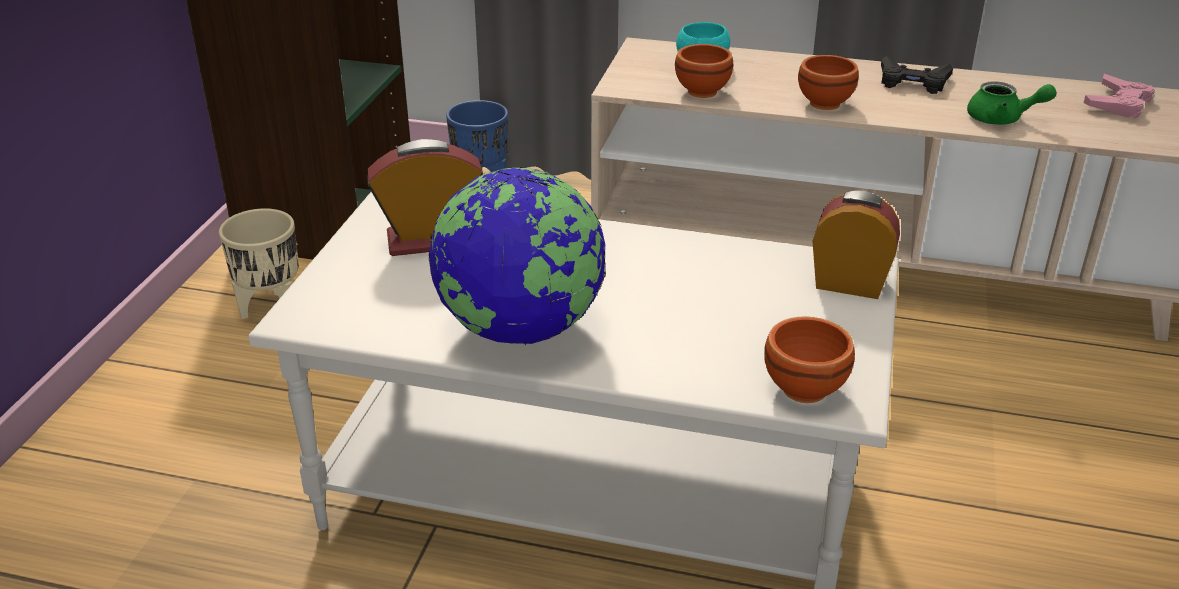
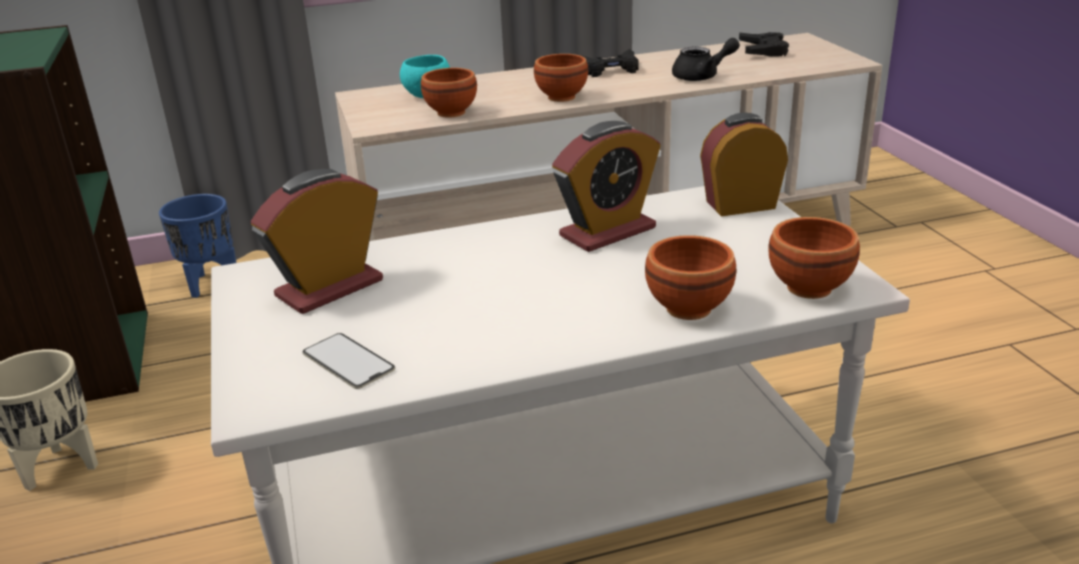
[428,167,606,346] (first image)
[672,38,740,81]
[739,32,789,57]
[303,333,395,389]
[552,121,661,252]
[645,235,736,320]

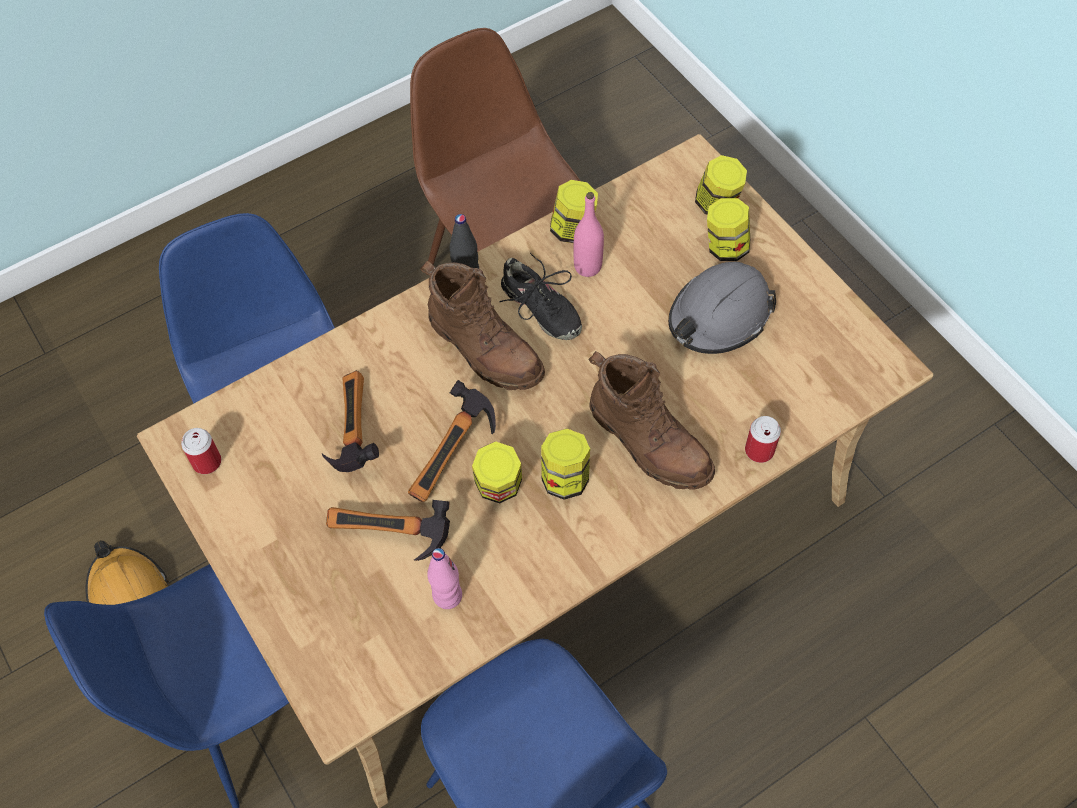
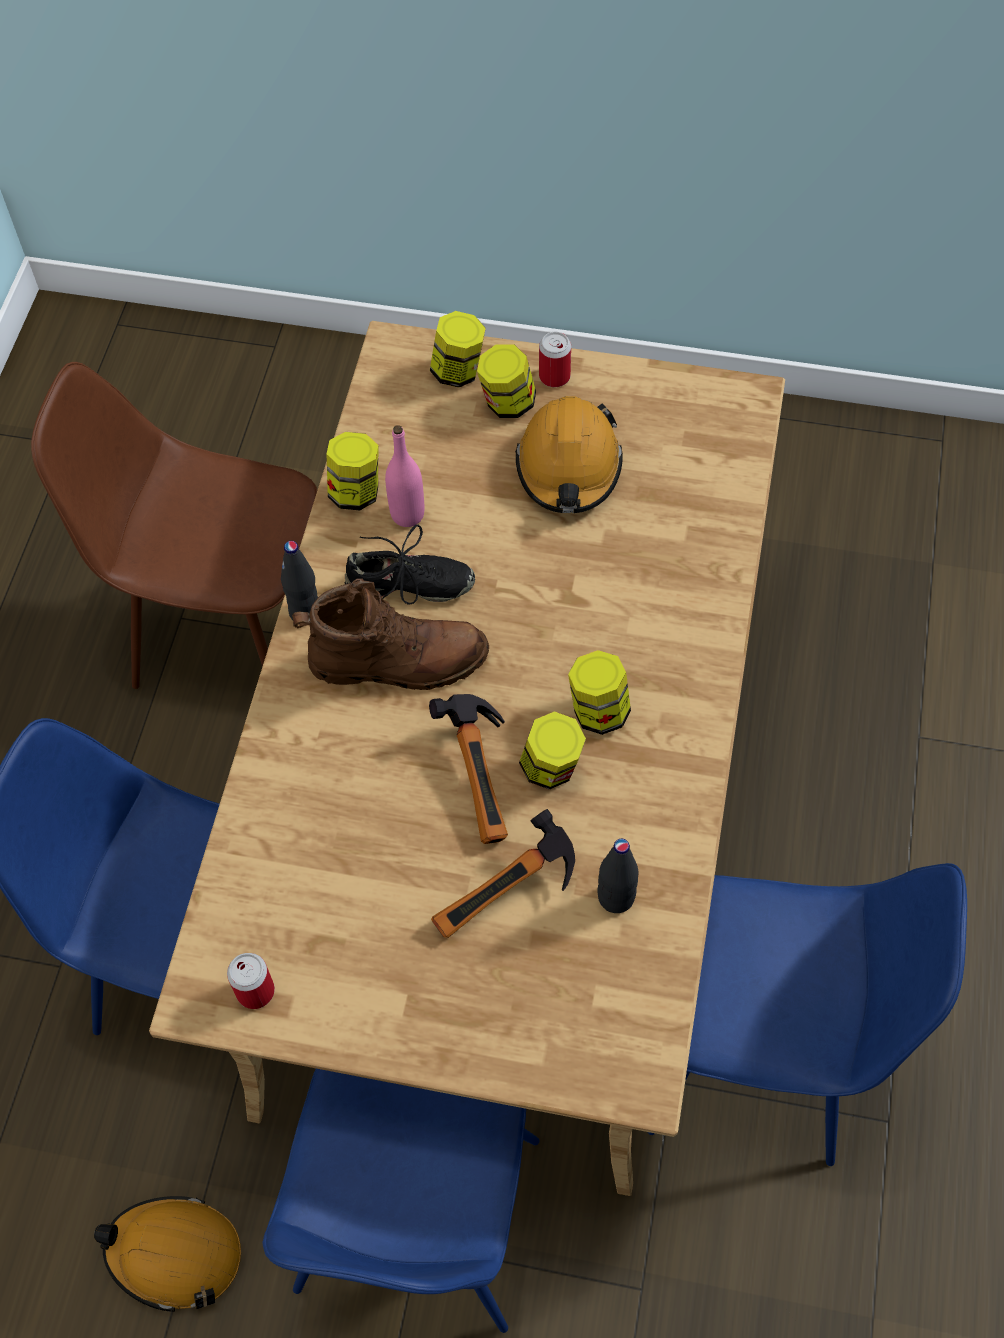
[322,371,379,472] (first image)
[598,839,639,913]
[588,351,715,490] (first image)
[515,396,623,513]
[539,332,571,387]

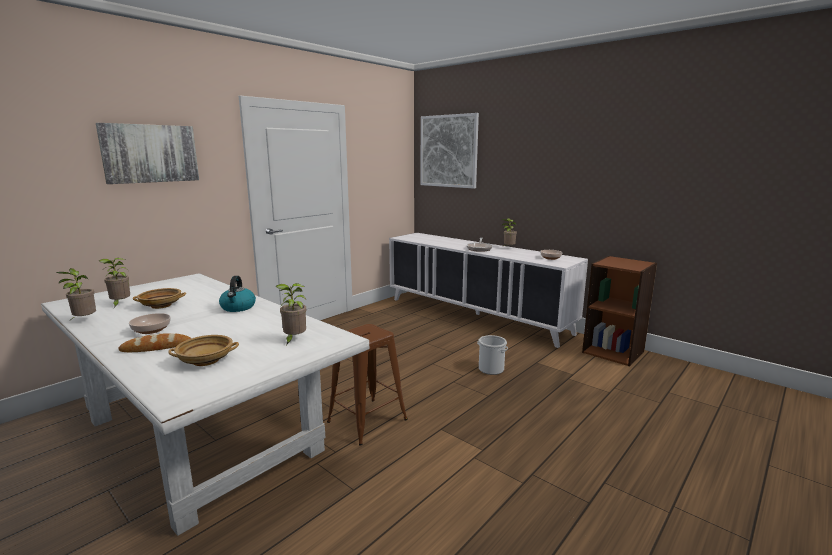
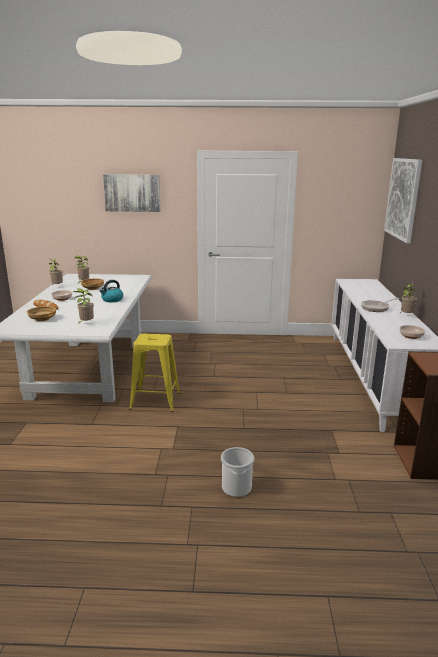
[129,333,180,412]
[221,447,254,497]

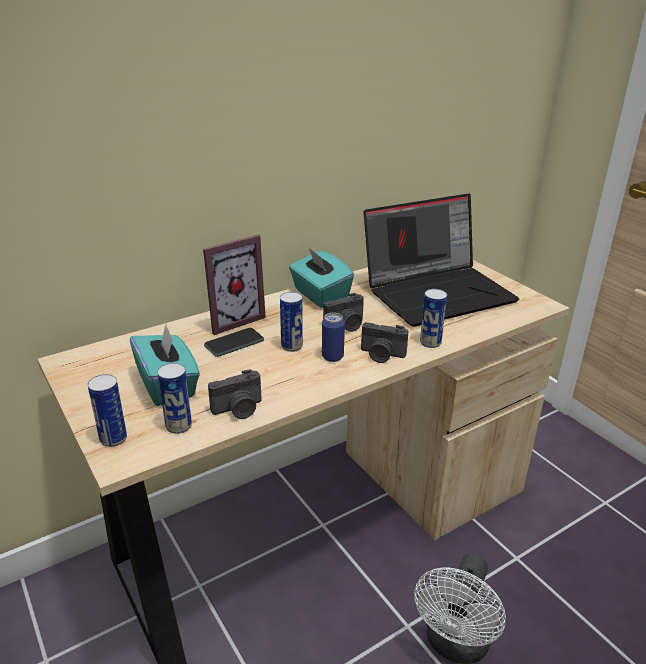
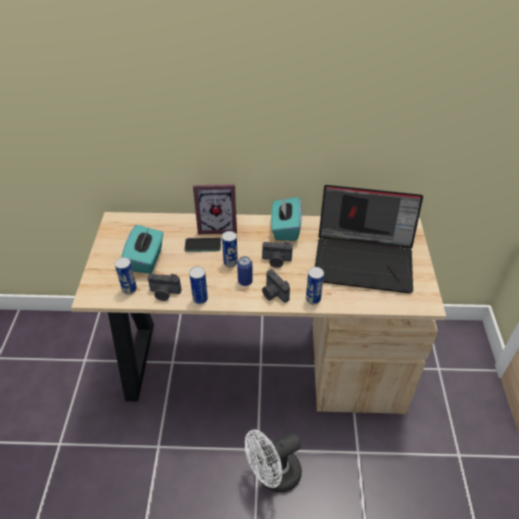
[189,267,208,304]

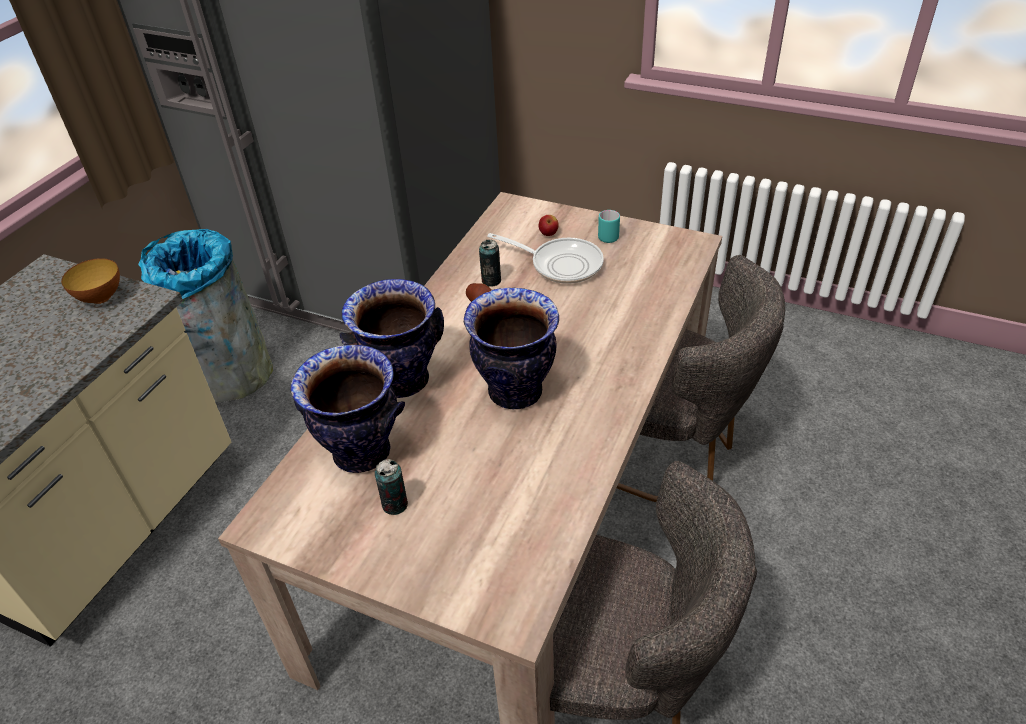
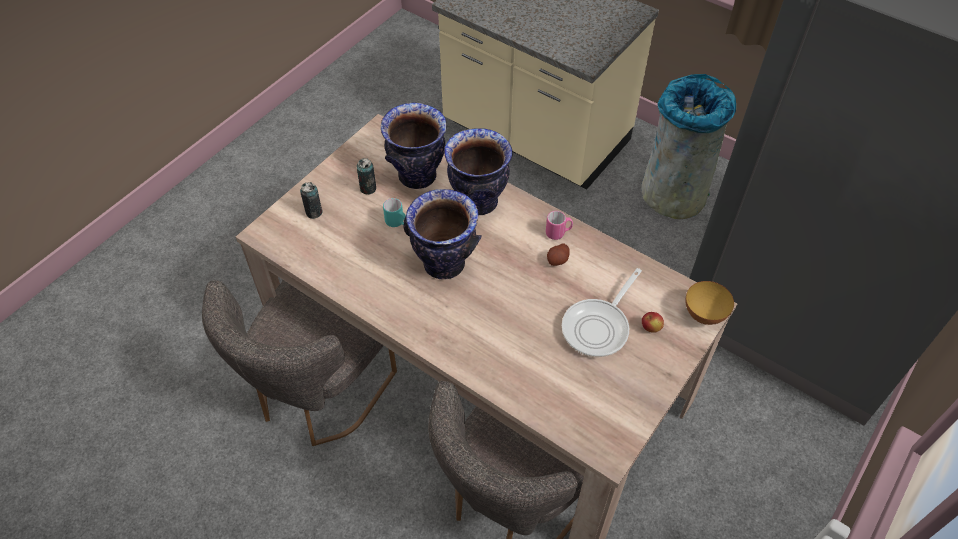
[685,281,734,325]
[300,182,322,219]
[383,198,406,227]
[546,211,573,240]

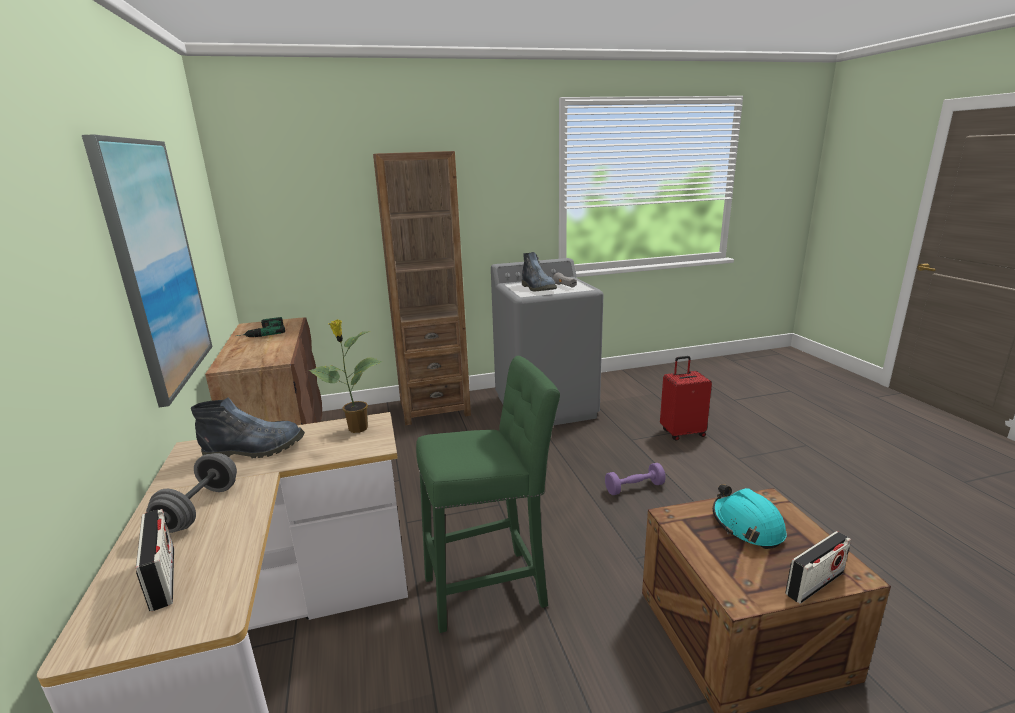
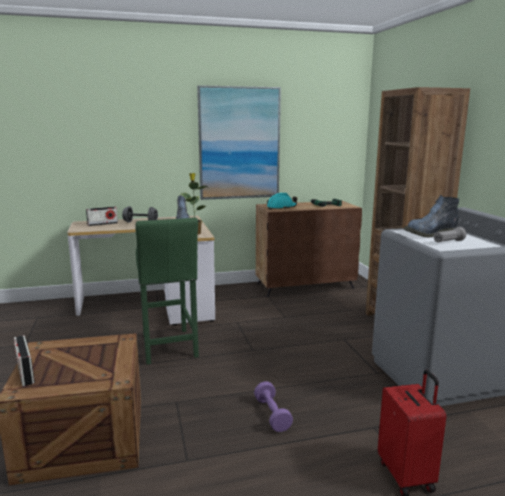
[267,193,298,210]

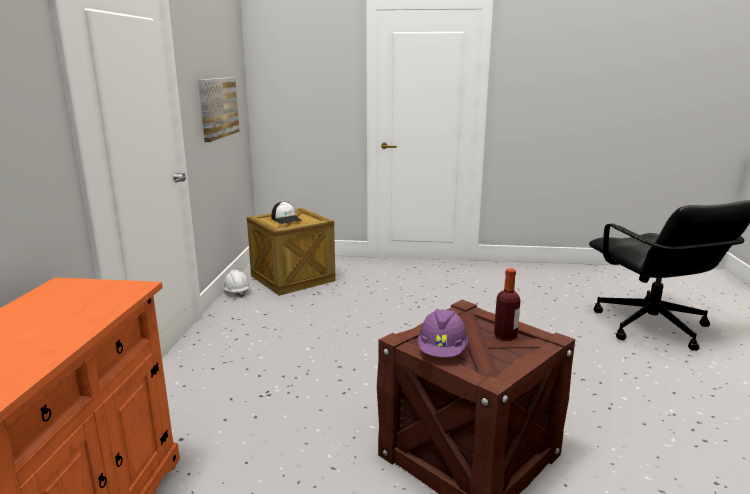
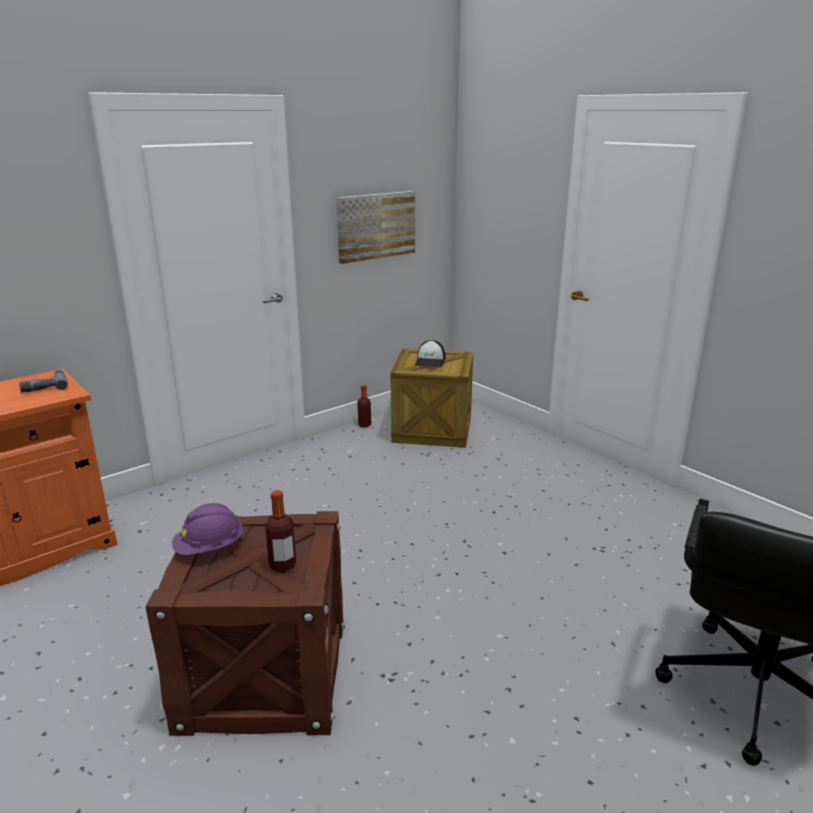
[358,385,371,427]
[19,370,68,393]

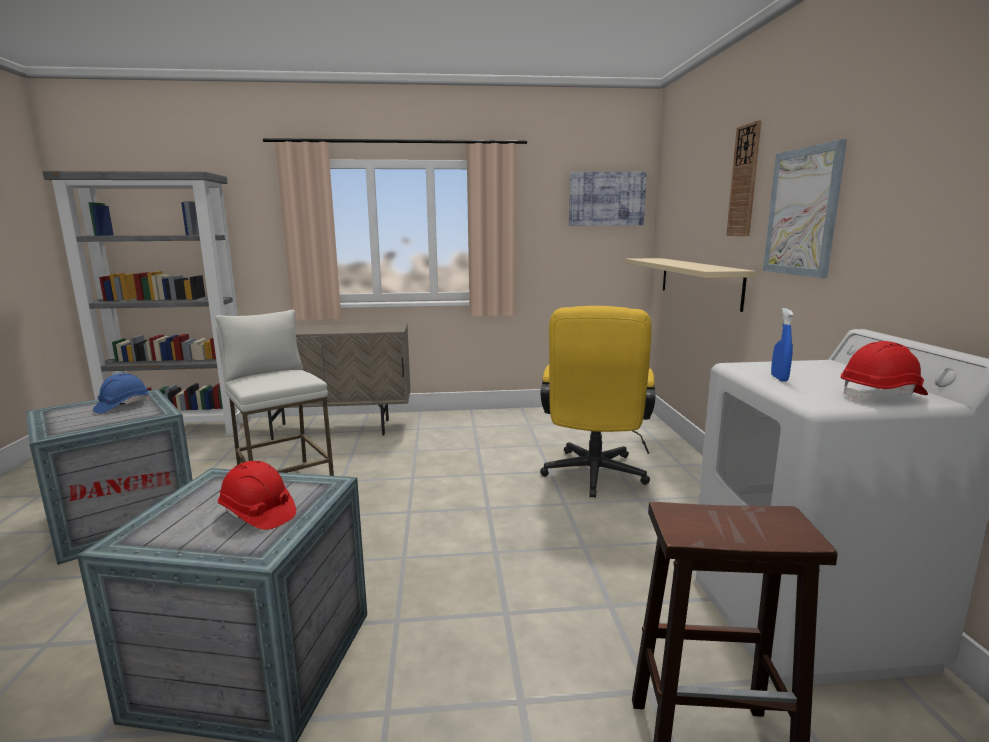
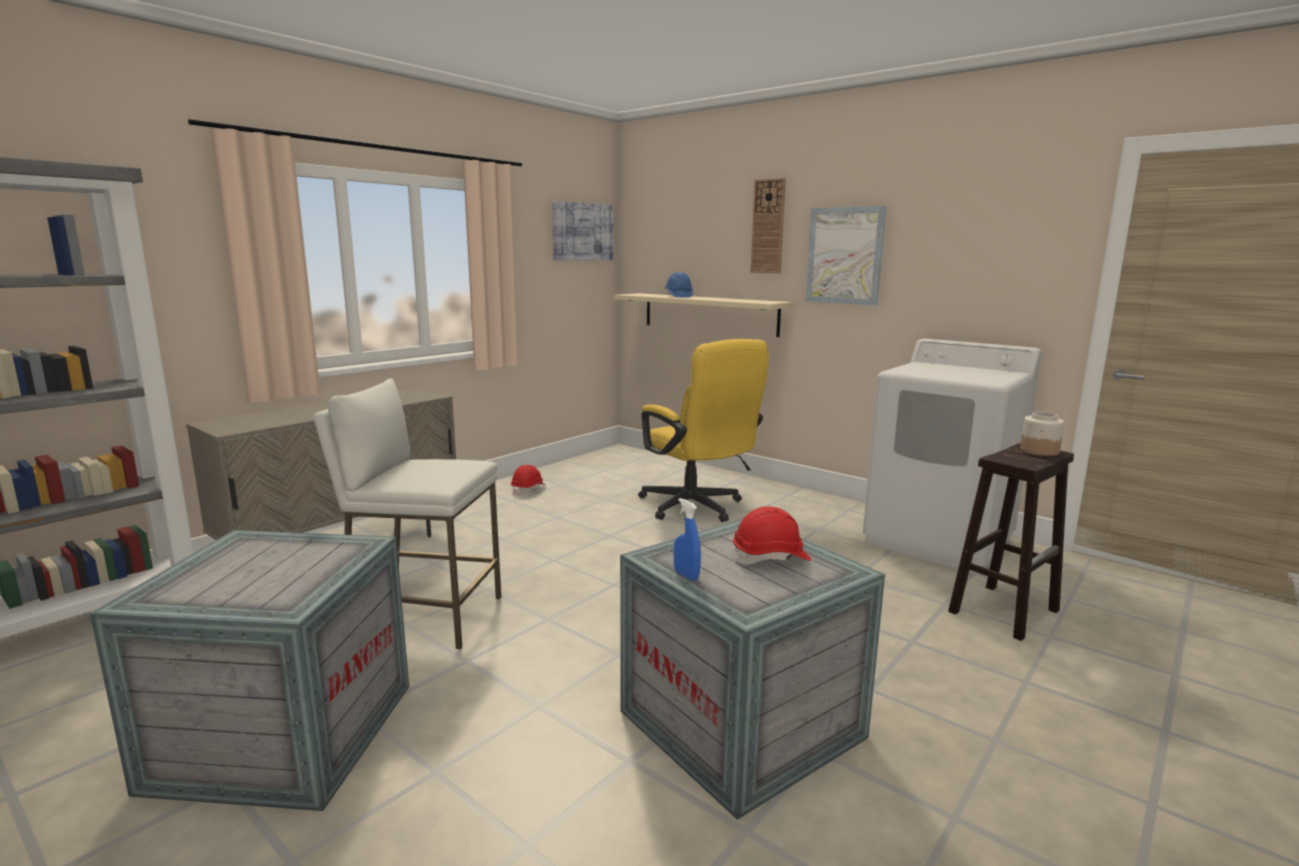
[665,272,693,298]
[674,498,701,581]
[511,465,545,495]
[1020,412,1064,456]

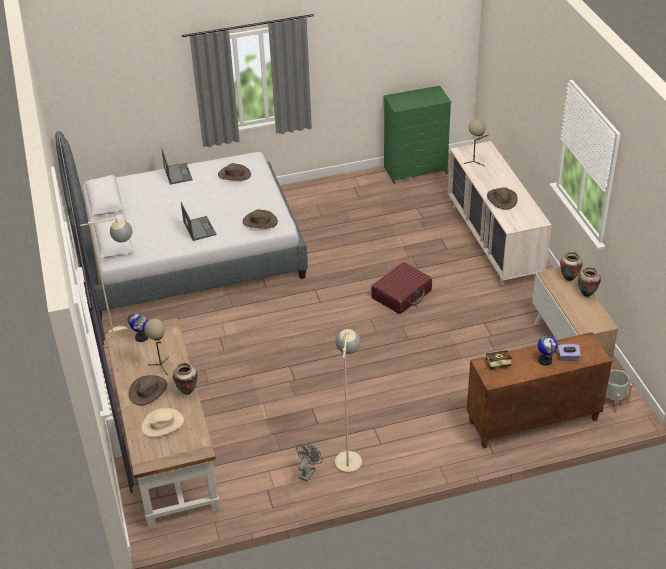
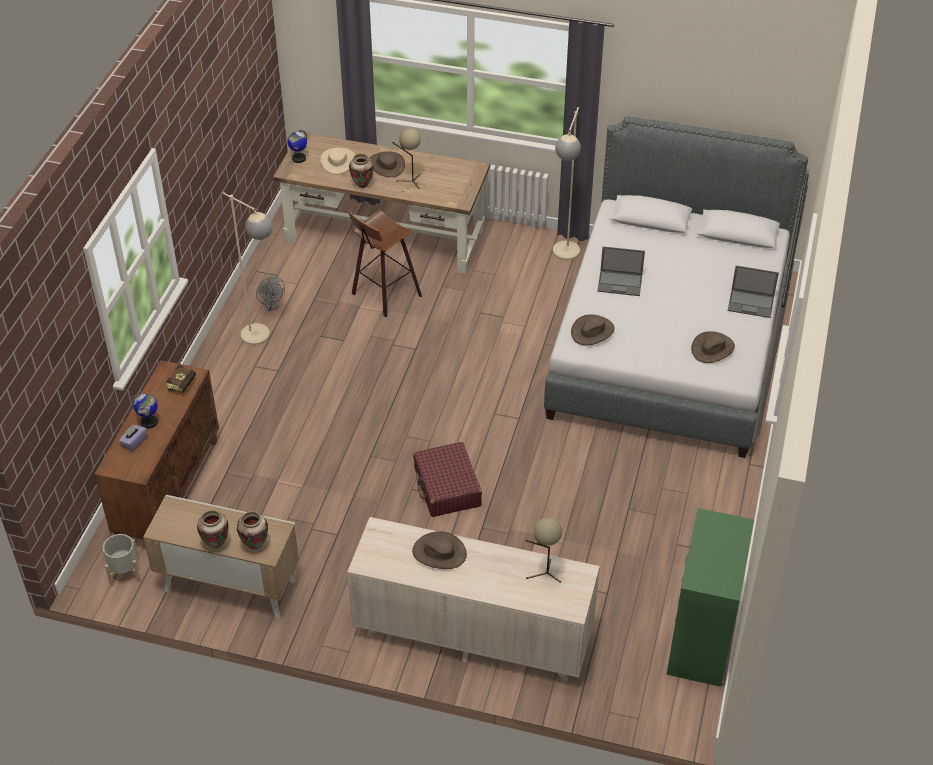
[287,130,307,163]
[348,210,422,317]

